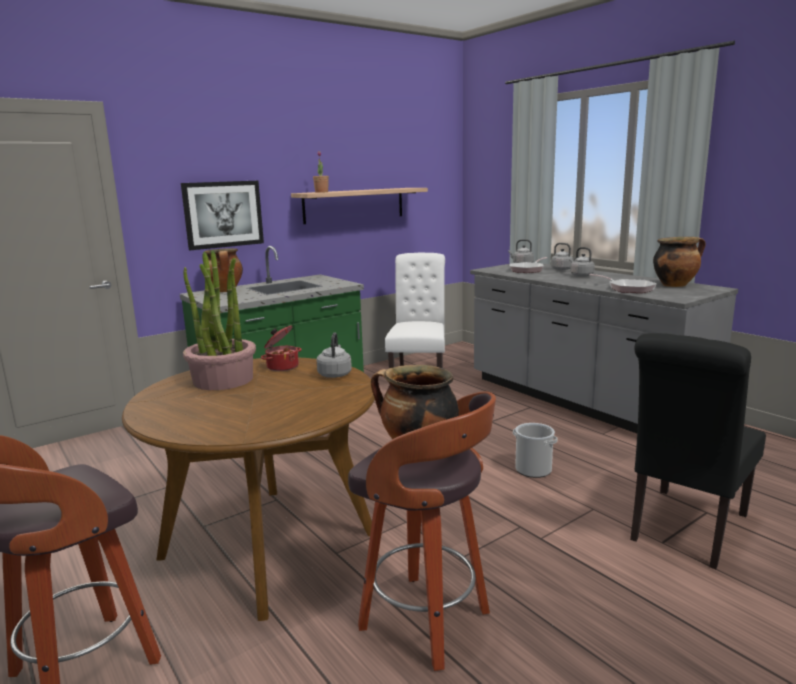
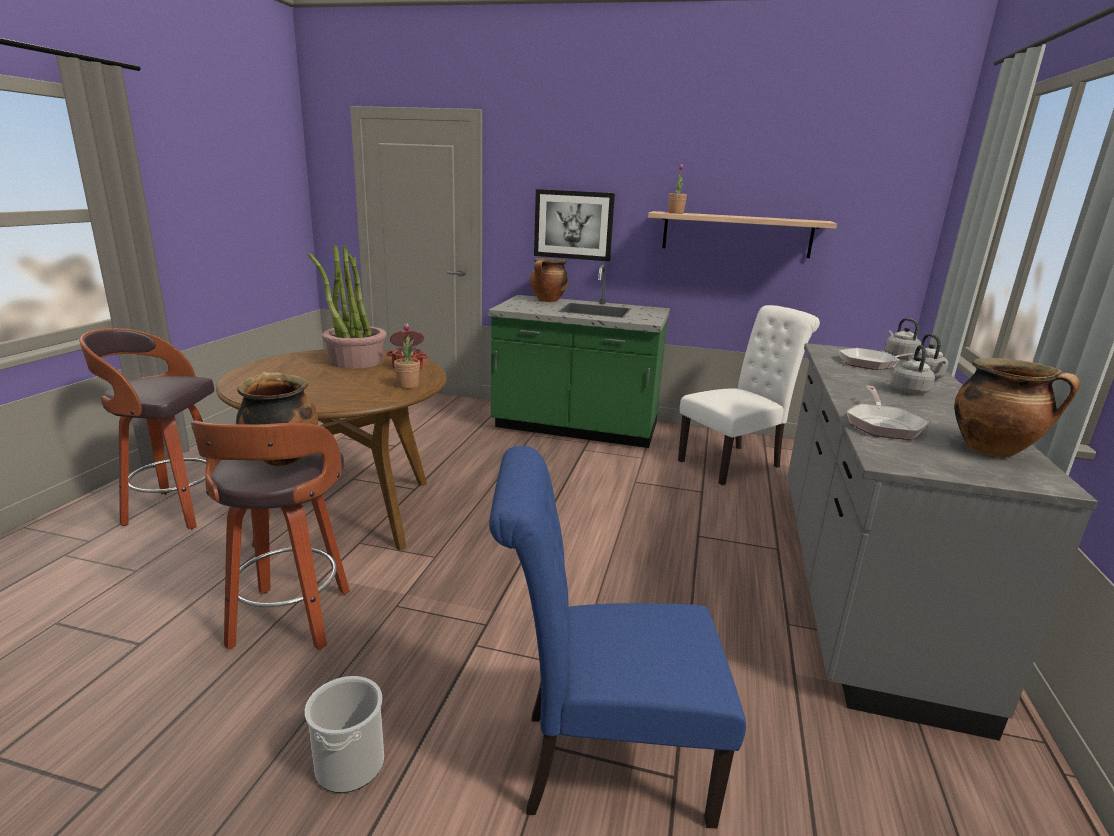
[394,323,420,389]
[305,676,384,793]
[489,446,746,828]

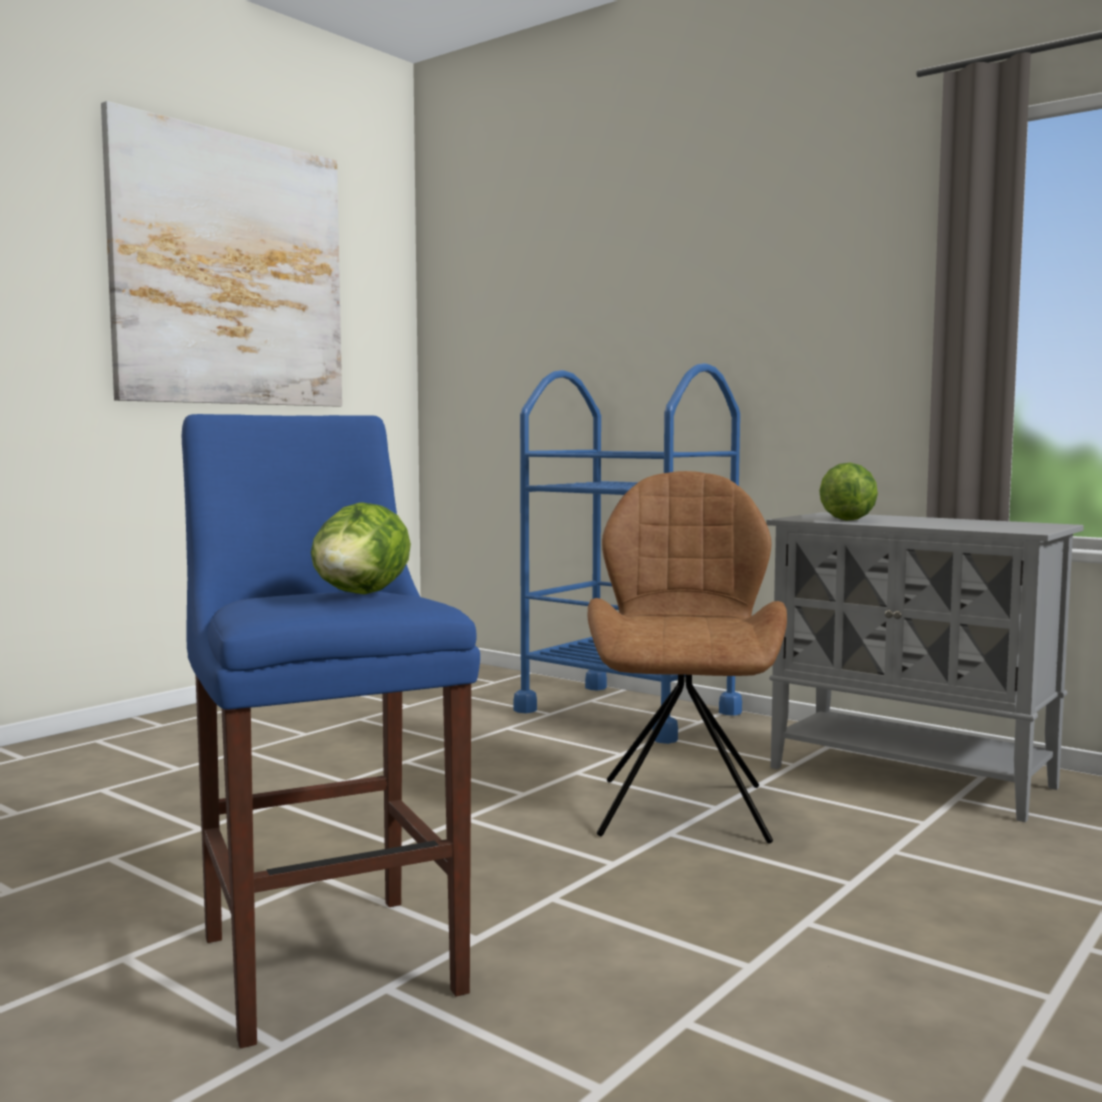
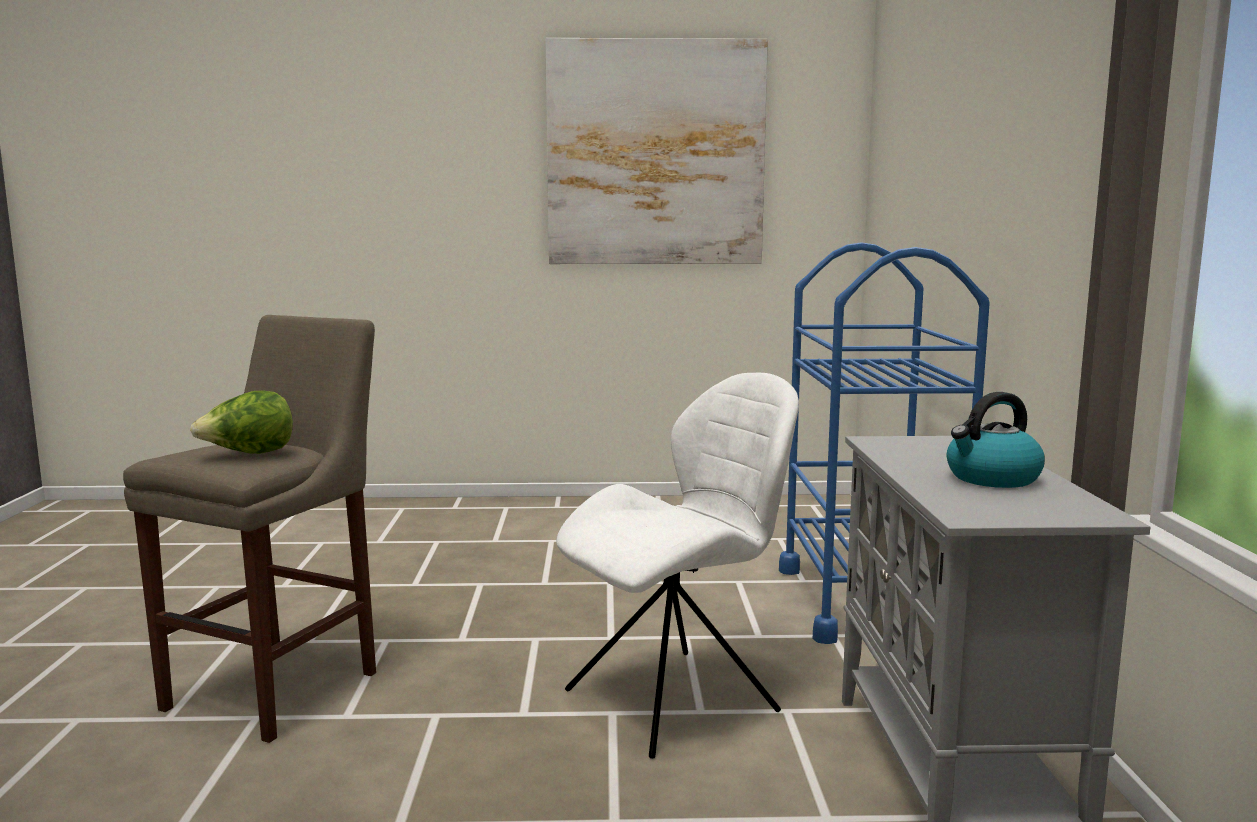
[123,315,376,743]
[556,373,799,759]
[819,462,878,521] (first image)
[947,392,1045,488]

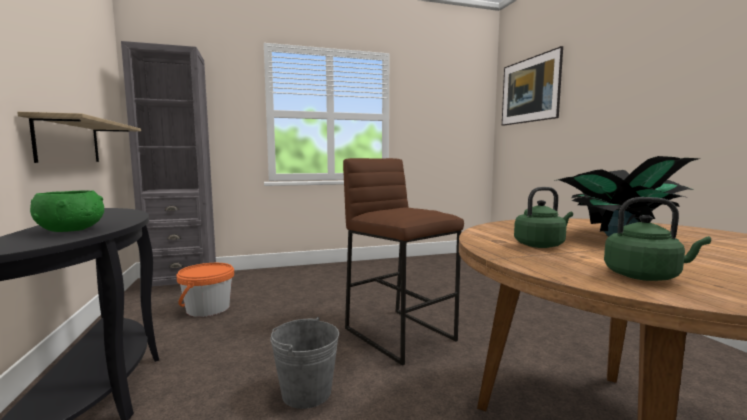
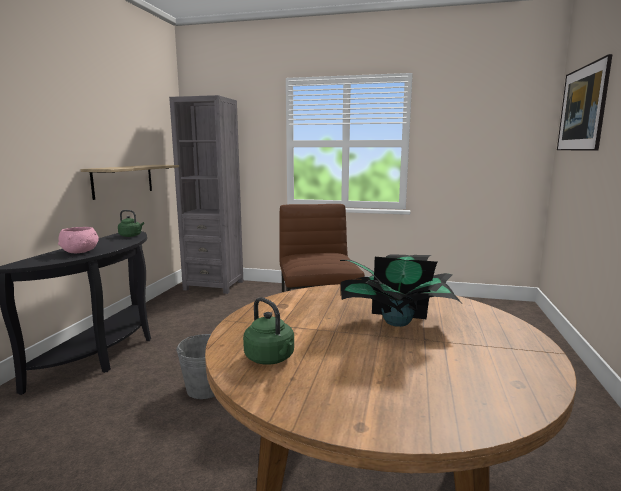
[58,227,99,253]
[176,263,234,317] (first image)
[118,210,144,237]

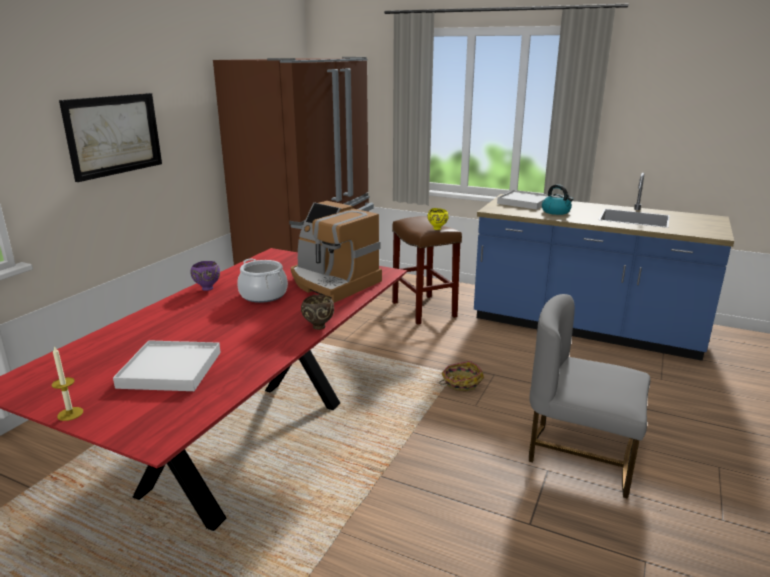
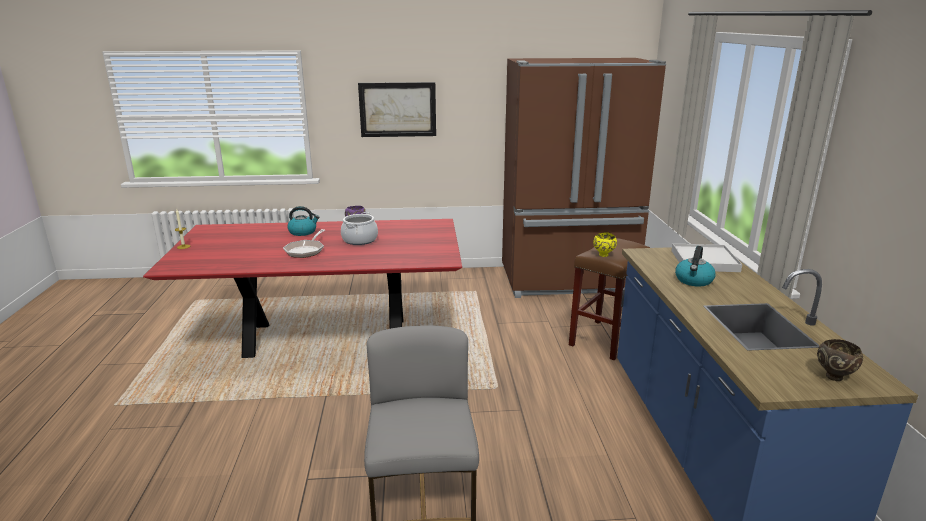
[113,340,221,391] (first image)
[291,201,382,303] (first image)
[817,339,863,381]
[439,361,484,391] (first image)
[283,229,325,258]
[287,206,320,236]

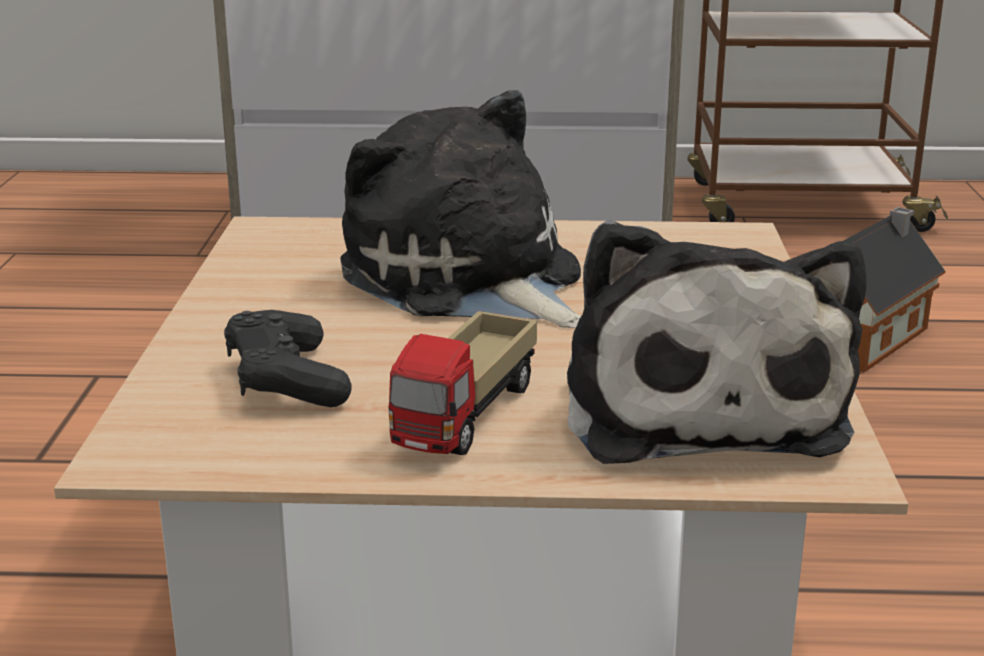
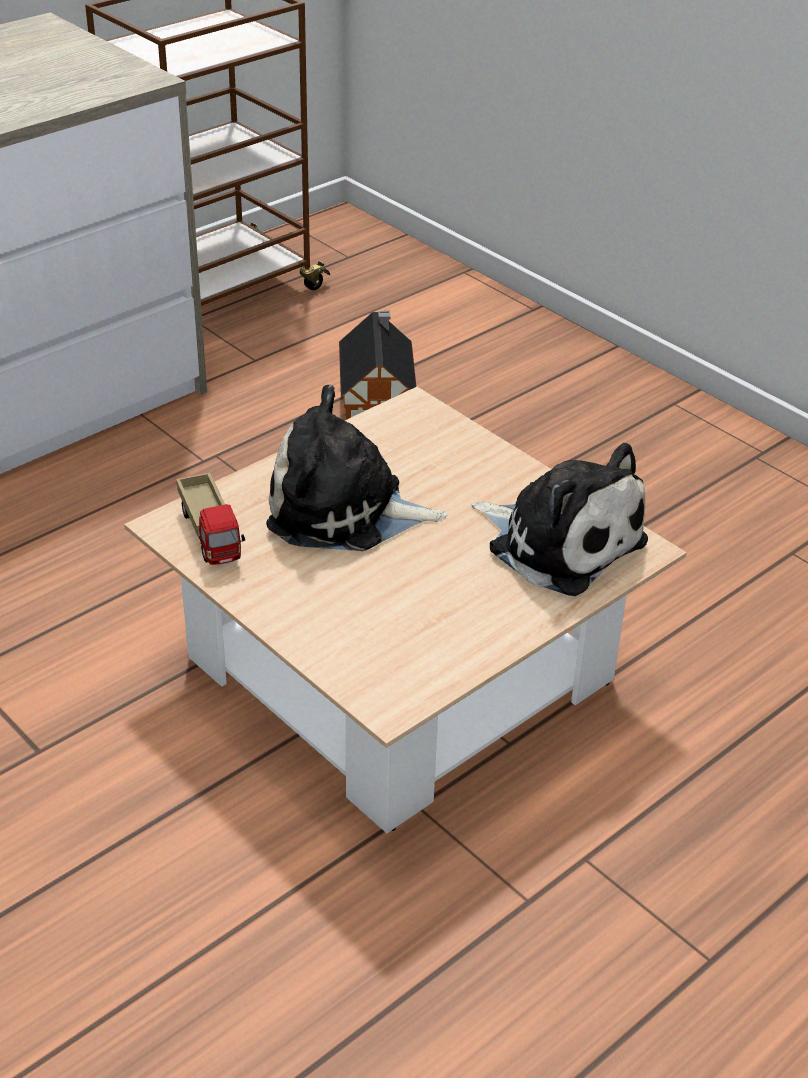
[224,310,351,407] (first image)
[176,472,245,565]

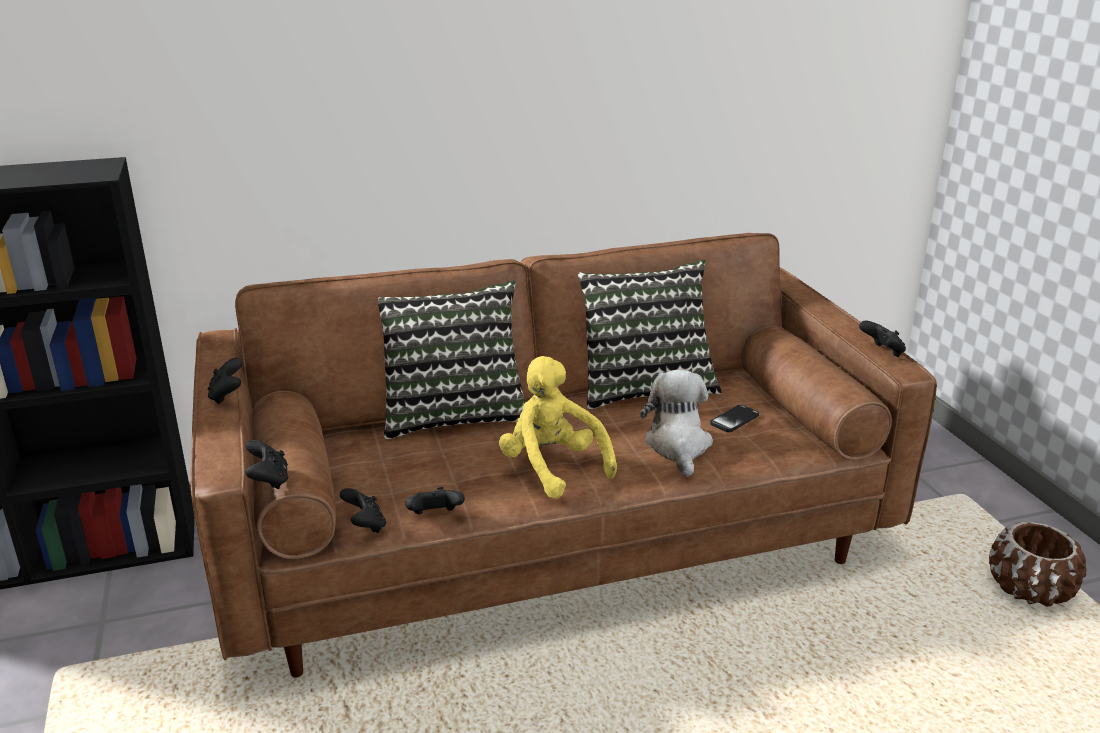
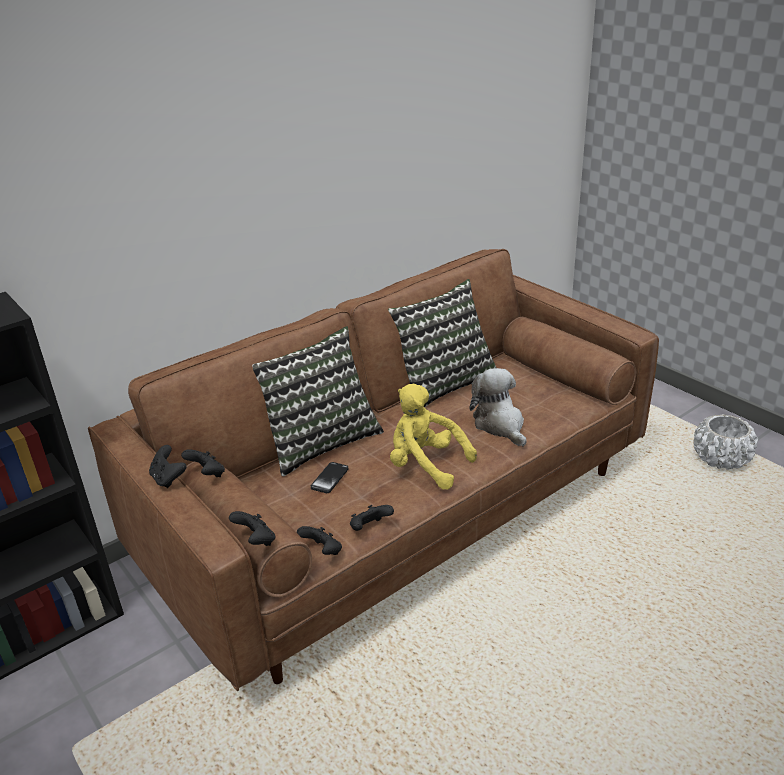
[311,462,348,493]
[181,449,225,477]
[693,414,758,470]

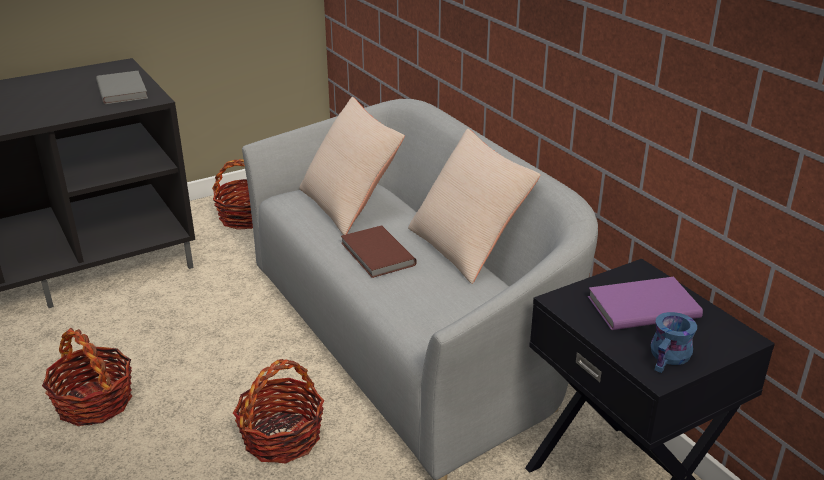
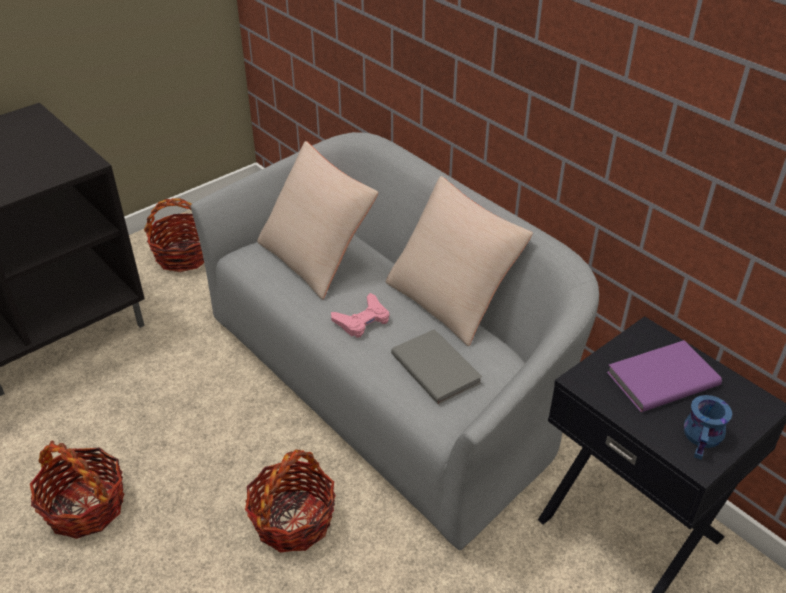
[391,329,482,404]
[331,293,389,338]

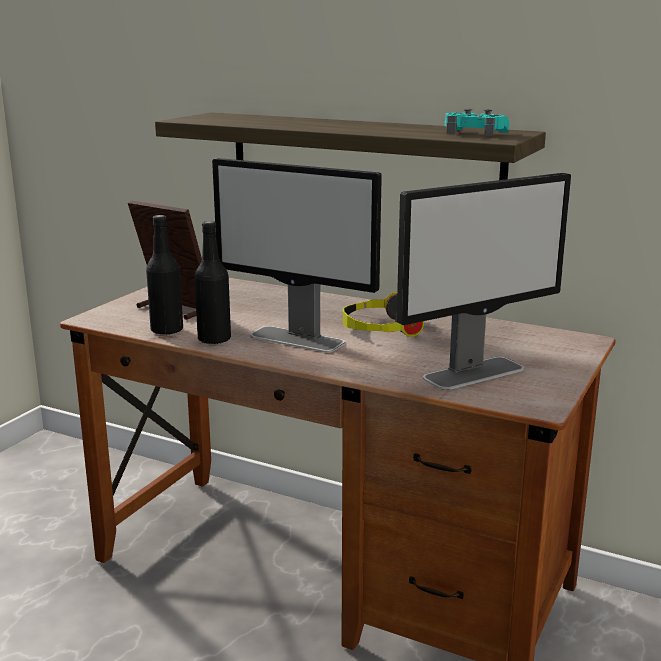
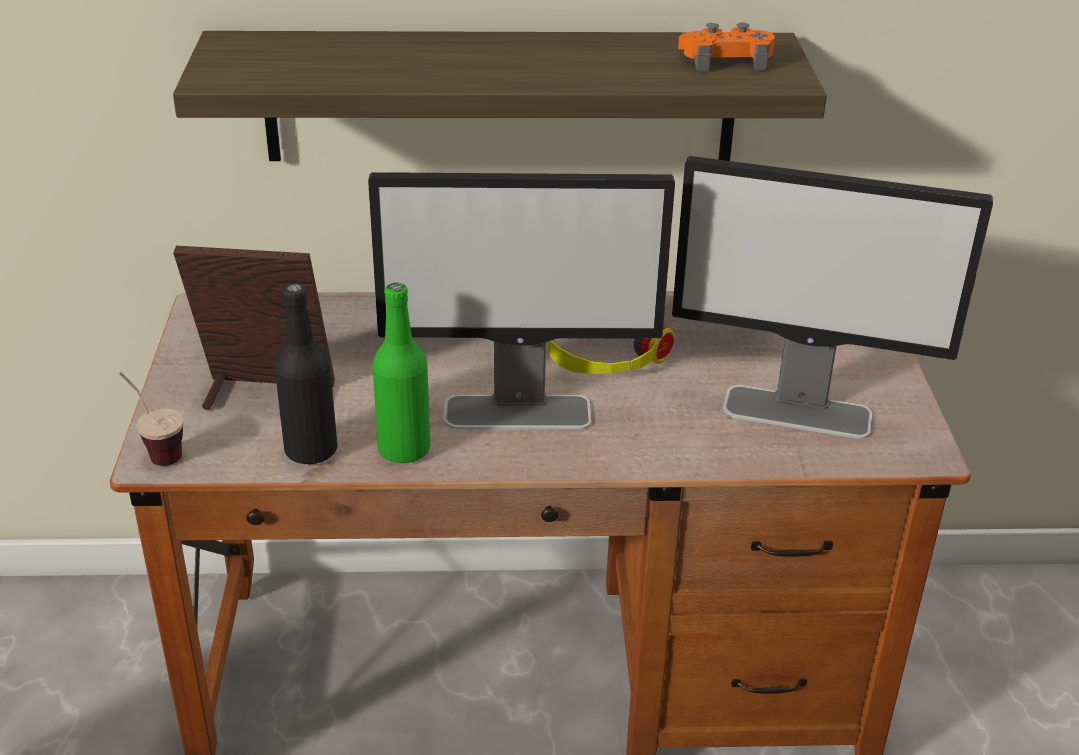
[372,283,431,464]
[672,156,993,439]
[678,23,775,71]
[119,372,183,466]

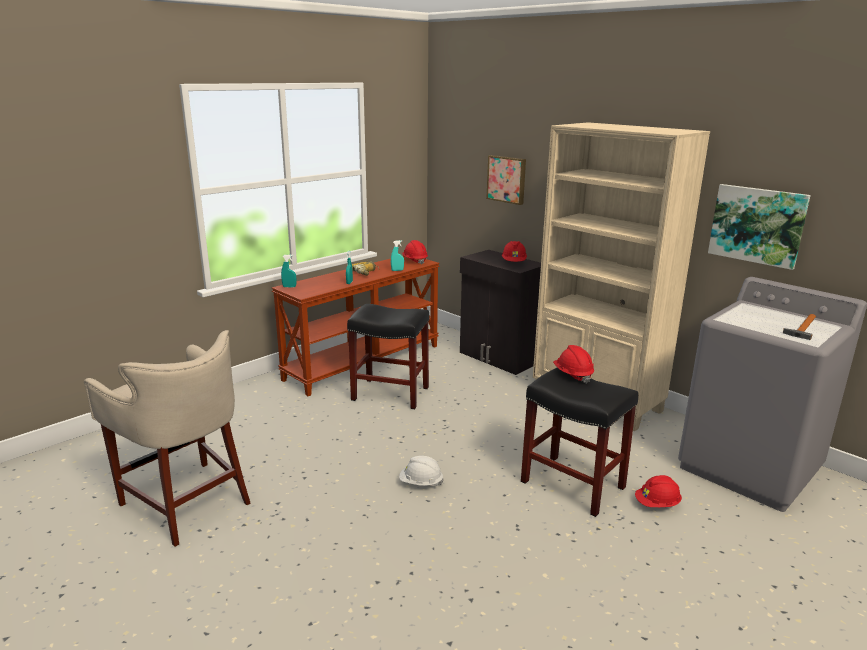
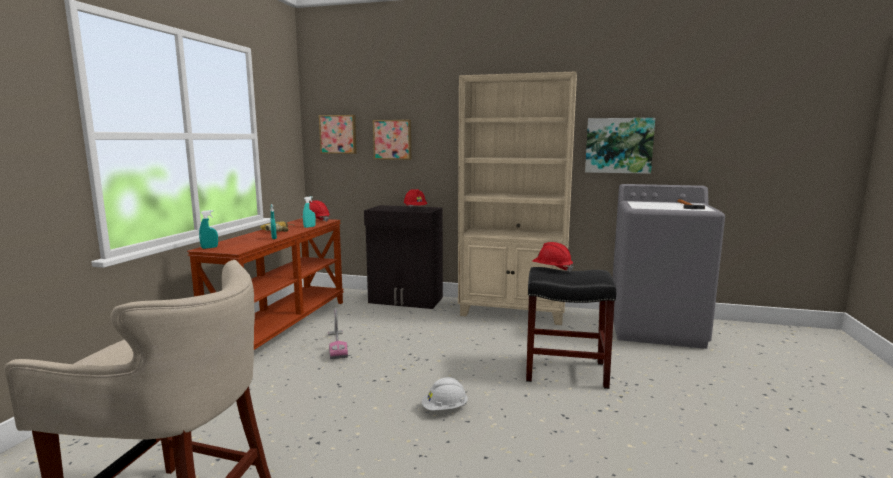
[328,308,348,360]
[635,475,682,507] (first image)
[319,115,357,154]

